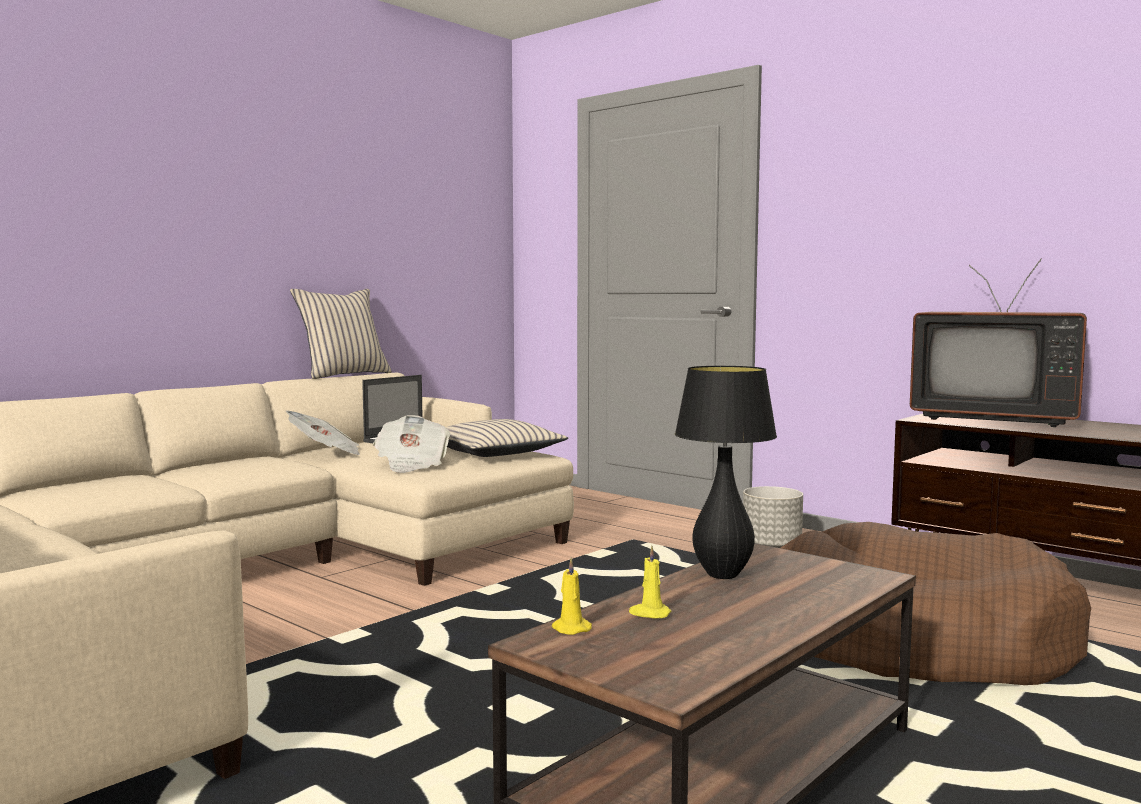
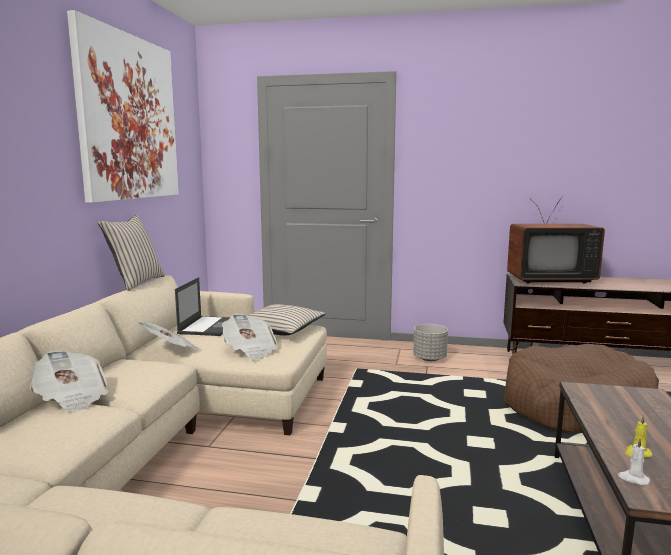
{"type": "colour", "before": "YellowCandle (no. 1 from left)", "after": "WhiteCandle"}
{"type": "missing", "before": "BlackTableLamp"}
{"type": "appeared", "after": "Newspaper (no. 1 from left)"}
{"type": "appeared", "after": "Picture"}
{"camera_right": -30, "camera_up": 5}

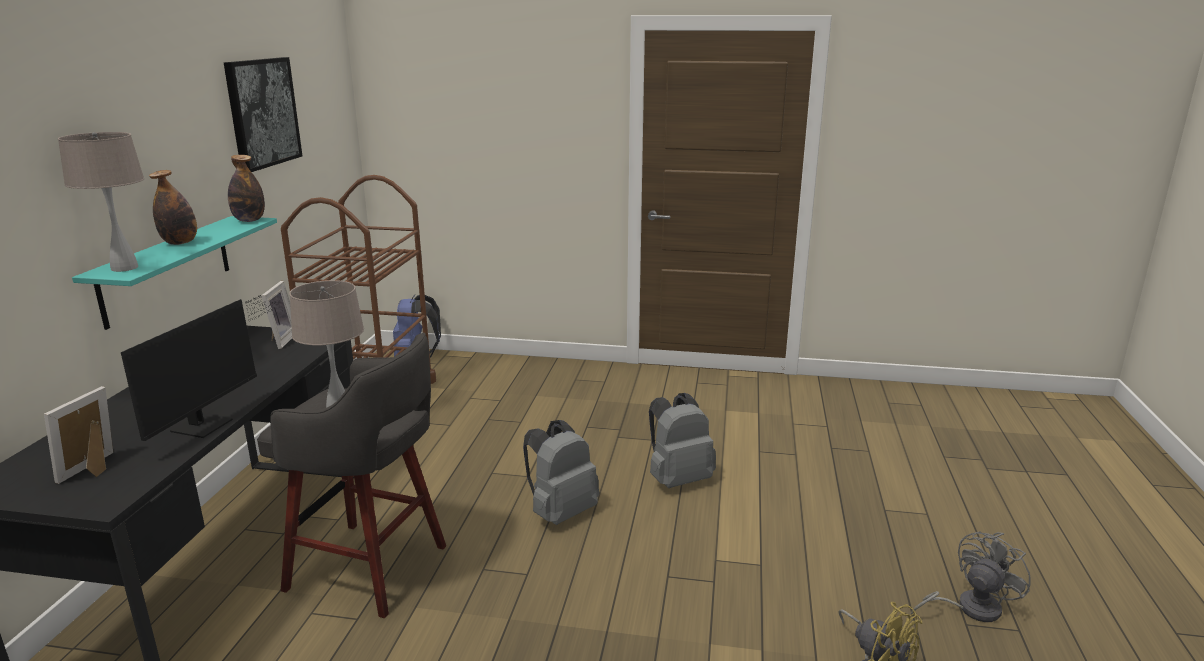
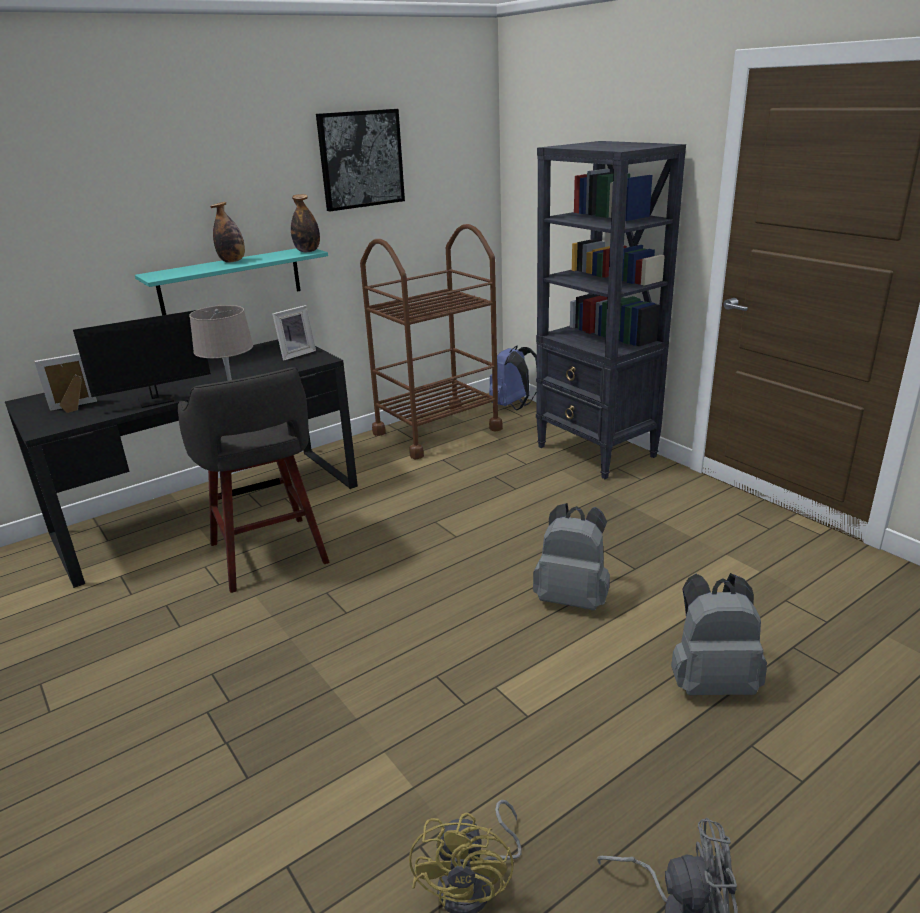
{"type": "missing", "before": "BeigeTableLamp (no. 1 from left)"}
{"type": "relocated", "before": "GreyBackpack (no. 1 from left in the first image)", "after": "GreyBackpack (no. 2 from left)"}
{"type": "appeared", "after": "BlackBookcase"}
{"camera_right": 45, "camera_up": 5}

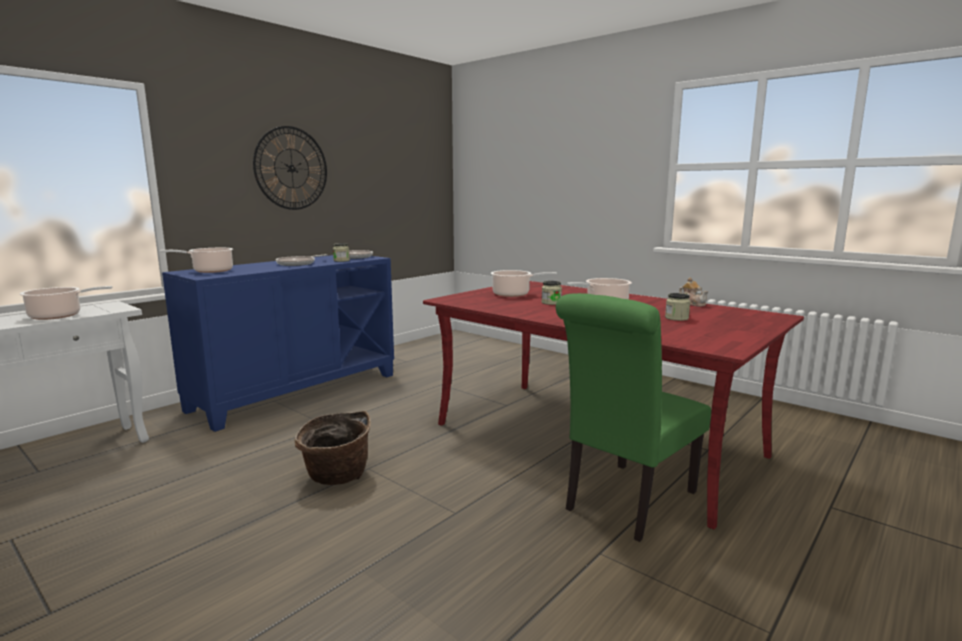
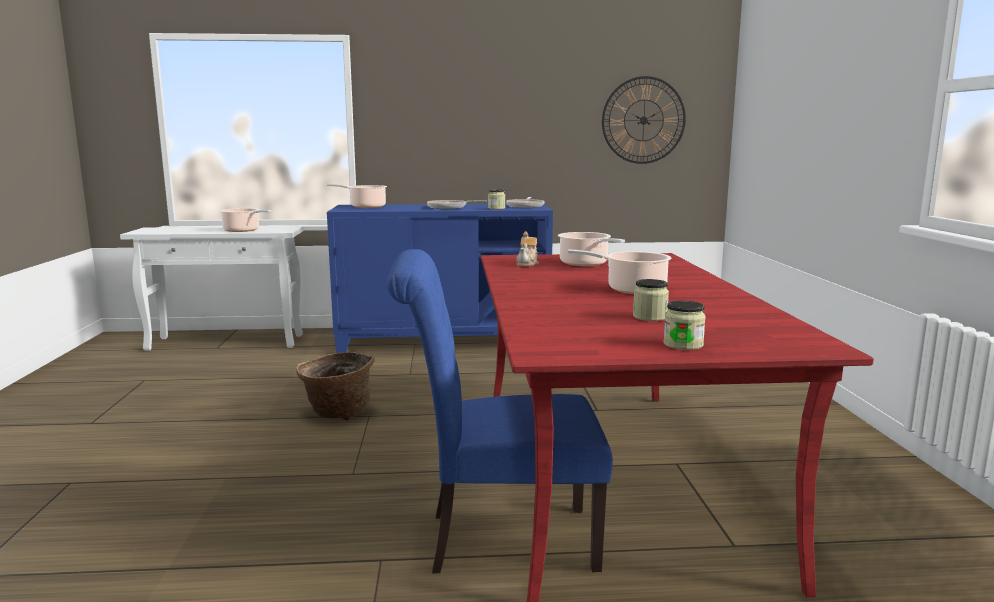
{"type": "relocated", "before": "WallClock"}
{"type": "relocated", "before": "Jar (no. 2 from left in the first image)", "after": "Jar (no. 3 from left)"}
{"type": "colour", "before": "GreenChair", "after": "BlueChair"}
{"type": "relocated", "before": "Teapot"}
{"camera_right": 45, "camera_up": 0}

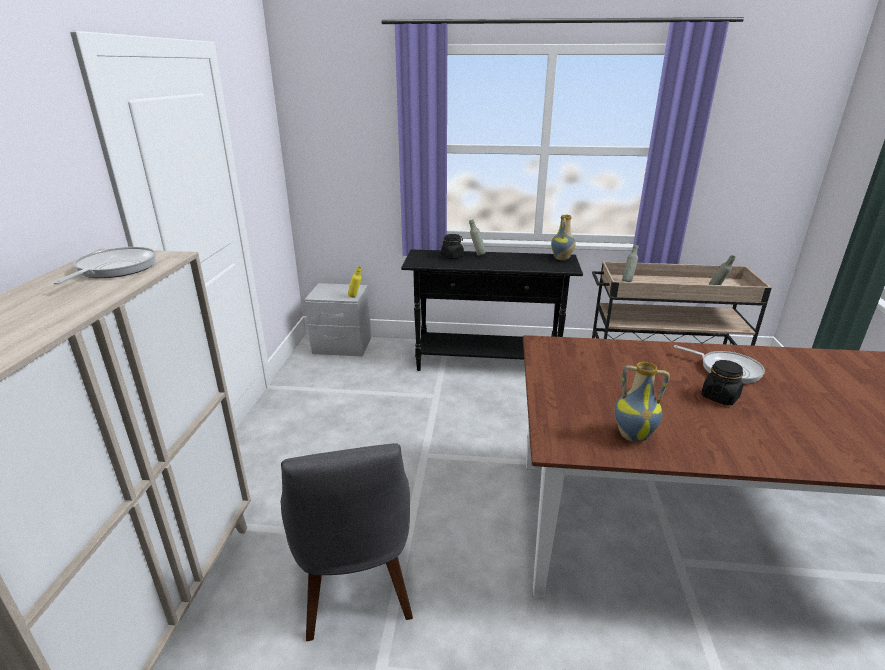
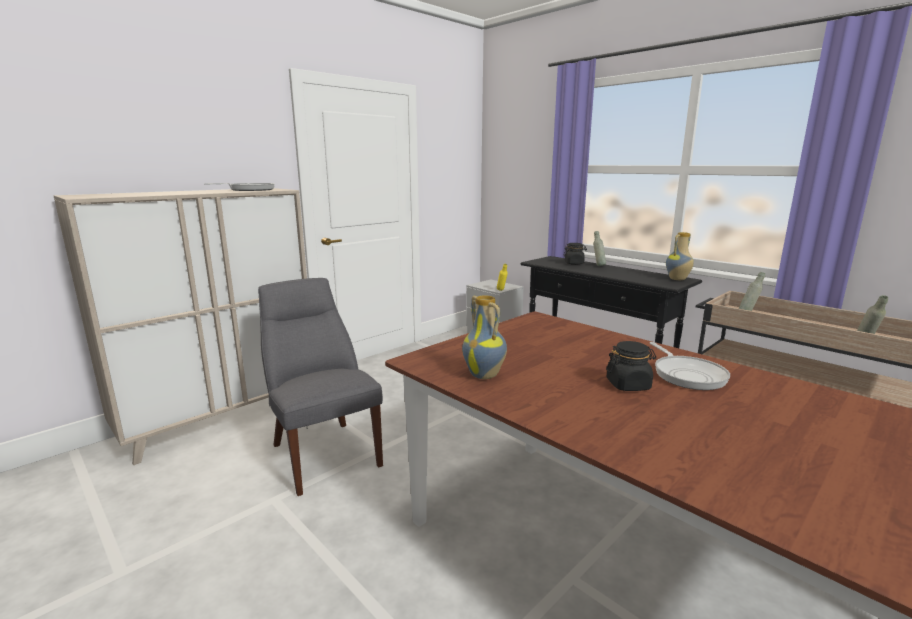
{"type": "spun", "before": "GreyChair", "turn": 120}
{"camera_right": 40, "camera_up": -10}

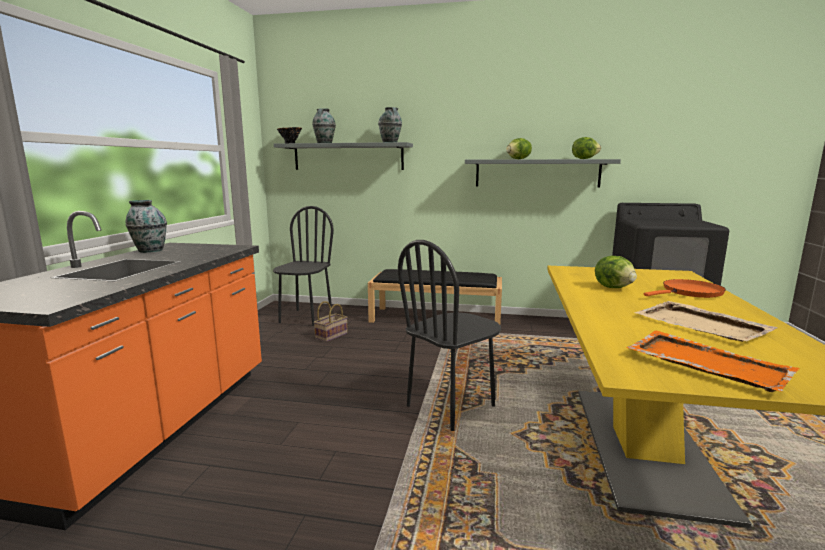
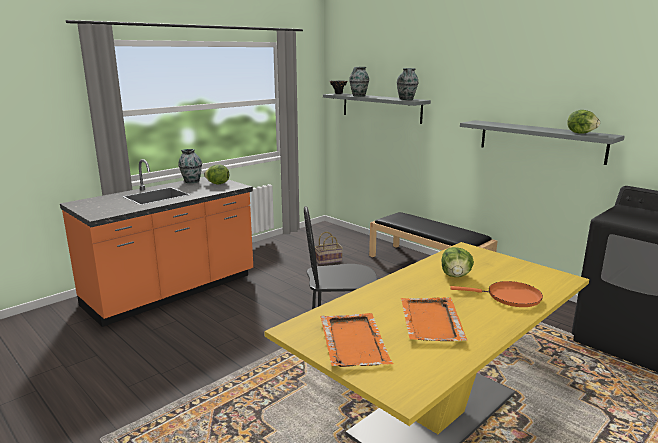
{"type": "missing", "before": "BlackChair (no. 1 from left)"}
{"type": "relocated", "before": "Lettuce (no. 1 from left)"}
{"type": "colour", "before": "BeigeTray", "after": "OrangeTray (no. 2 from left)"}
{"camera_right": 35, "camera_up": 5}

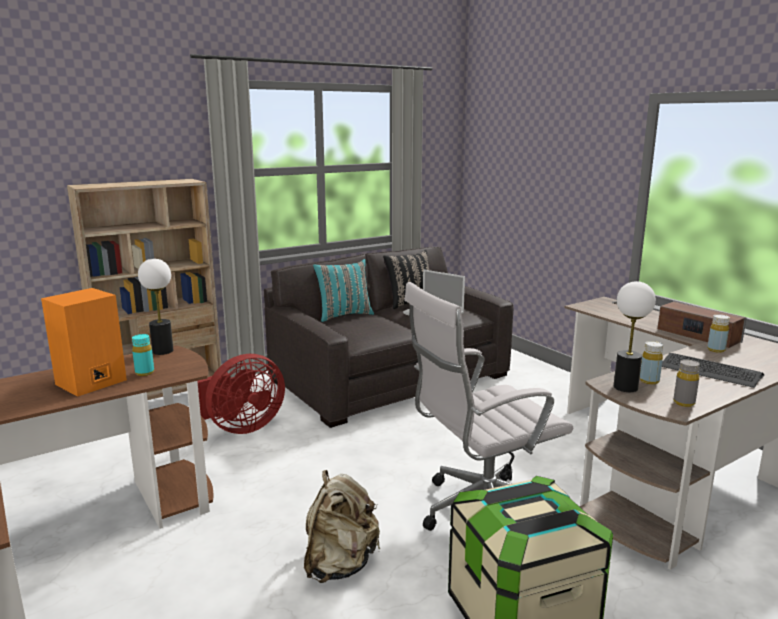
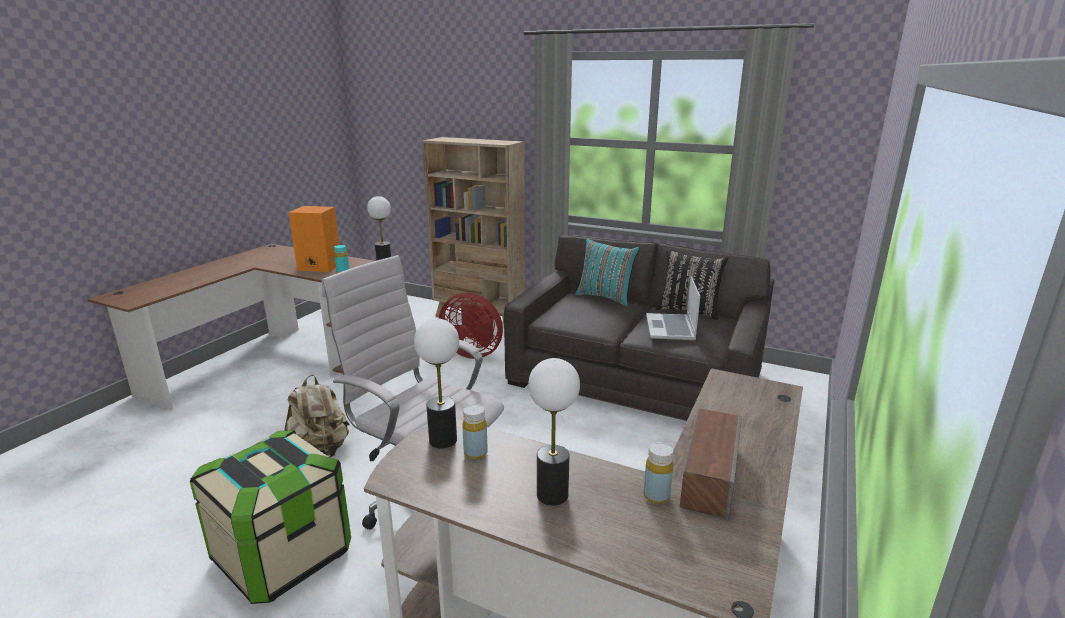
{"type": "exchanged", "before": "Keyboard", "after": "TableLamp (no. 3 from left)"}
{"type": "missing", "before": "GreyBottle"}
{"camera_right": 60, "camera_up": 5}

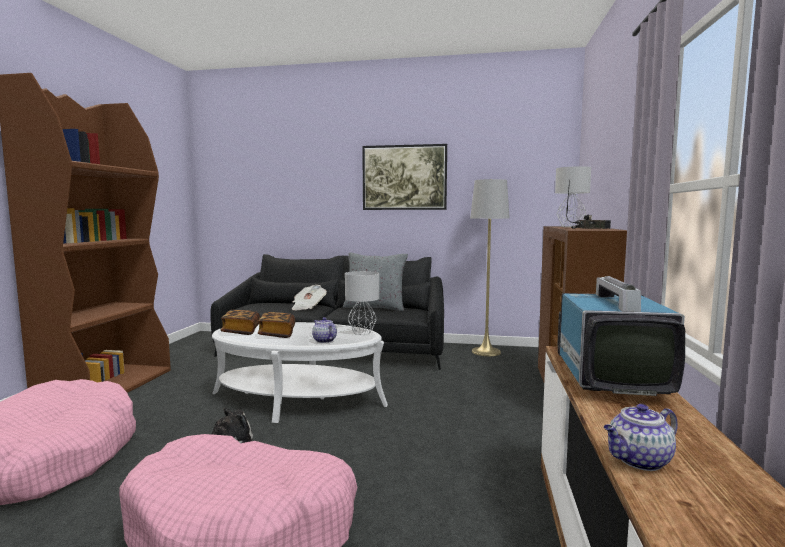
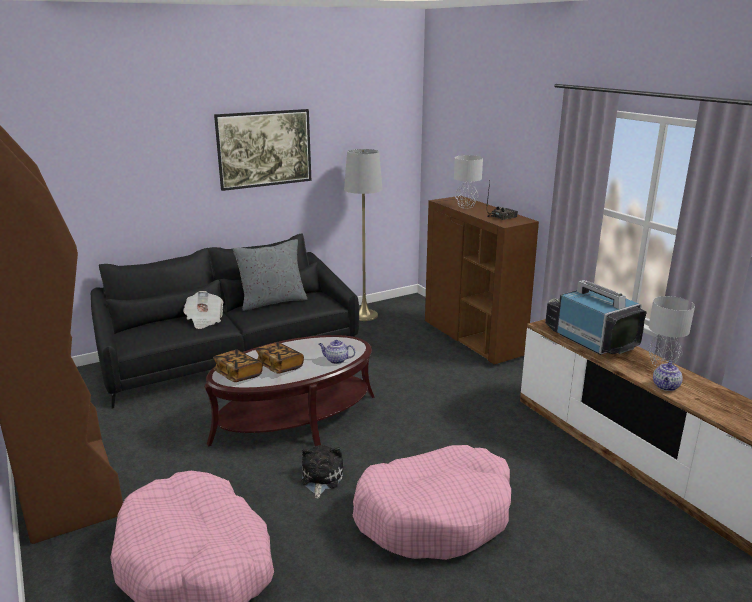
{"type": "colour", "before": "WhiteCoffeeTable", "after": "BrownCoffeeTable"}
{"type": "relocated", "before": "GreyTableLamp (no. 1 from left in the first image)", "after": "GreyTableLamp (no. 2 from left)"}
{"camera_right": -40, "camera_up": 15}

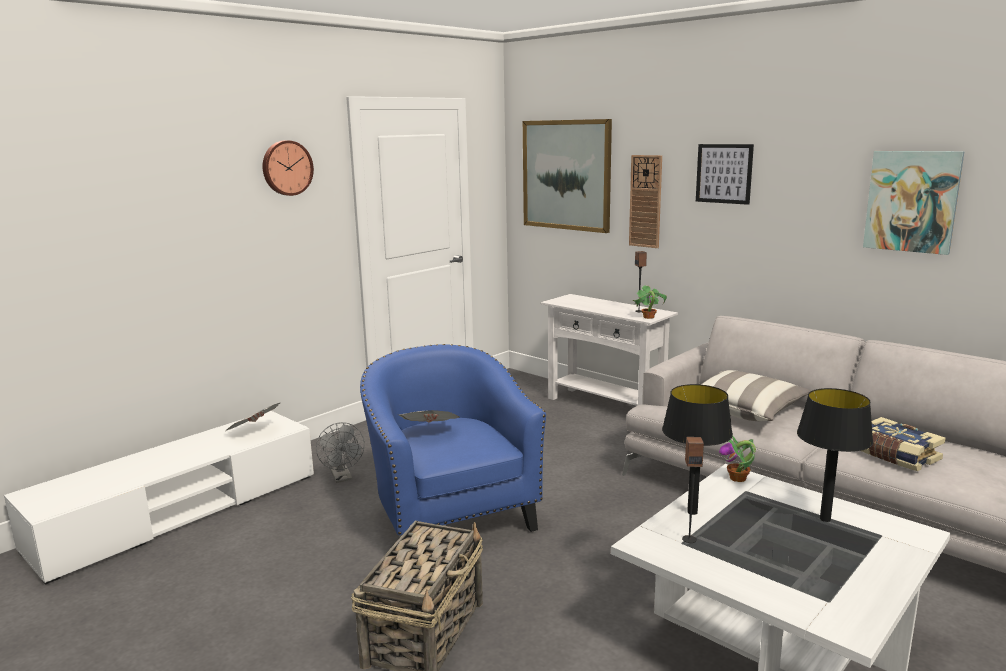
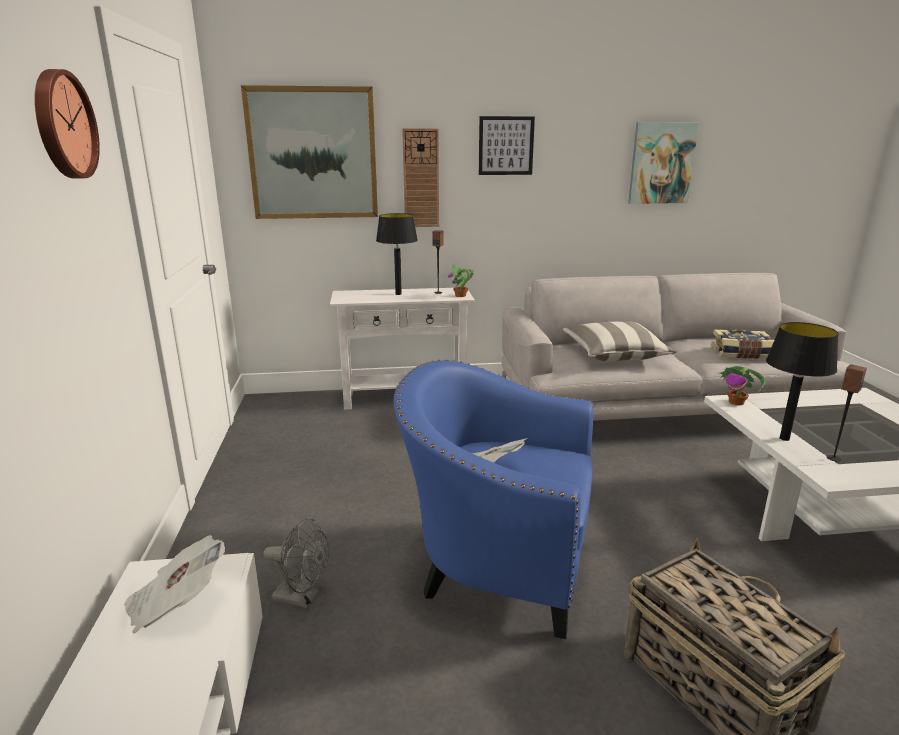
{"type": "relocated", "before": "BlackTableLamp (no. 2 from left in the first image)", "after": "BlackTableLamp (no. 1 from left)"}
{"camera_right": -50, "camera_up": 5}

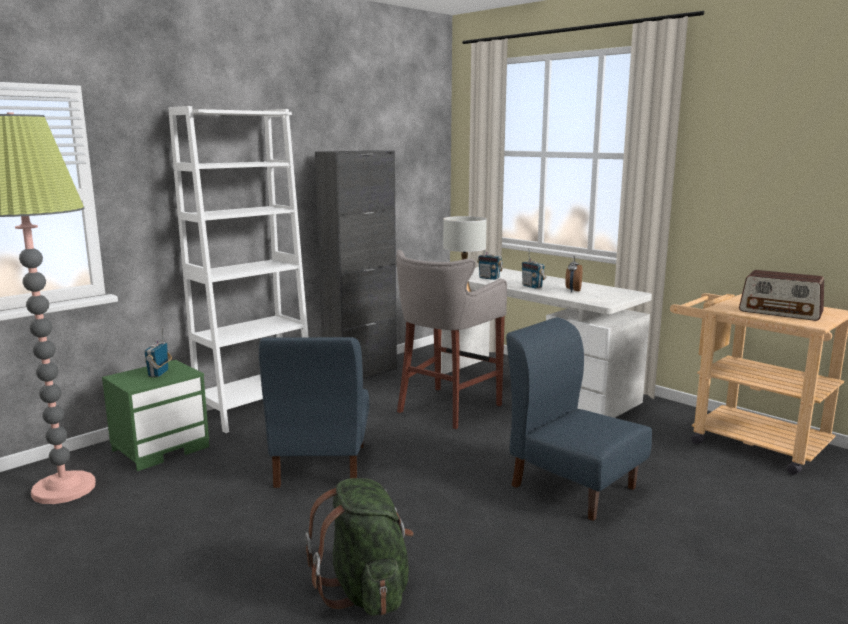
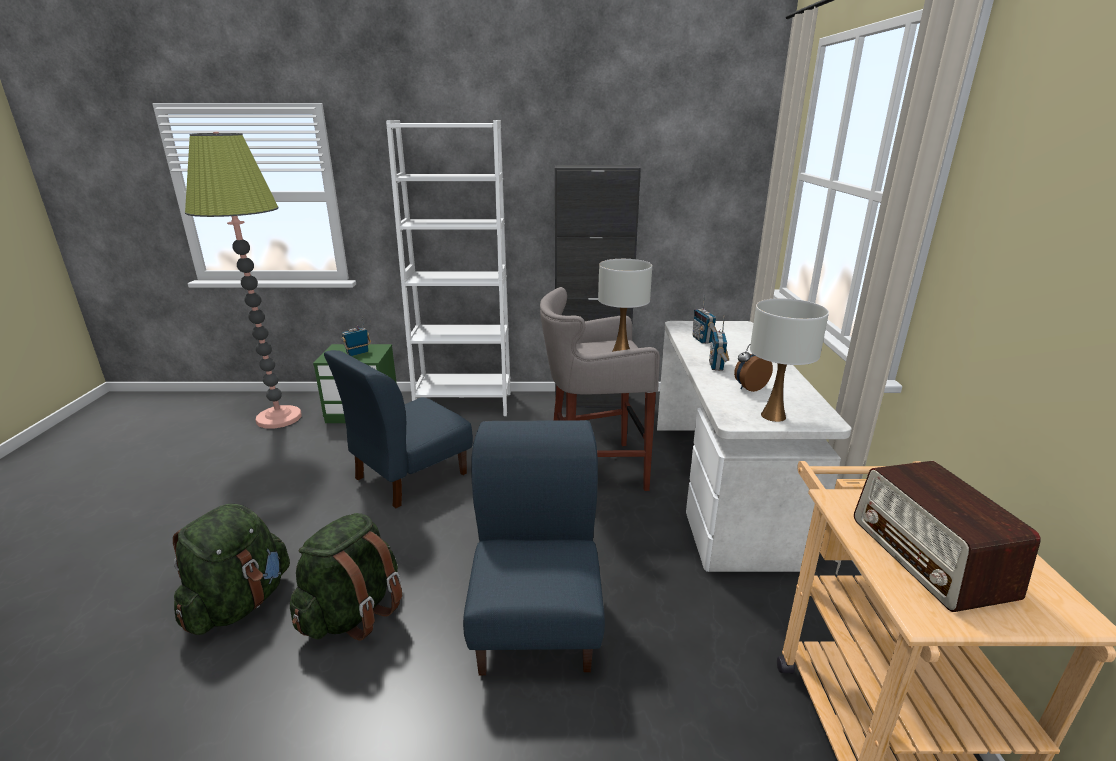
{"type": "appeared", "after": "GreenBackpack (no. 2 from left)"}
{"type": "appeared", "after": "WhiteTableLamp (no. 2 from left)"}
{"camera_right": 45, "camera_up": 10}

